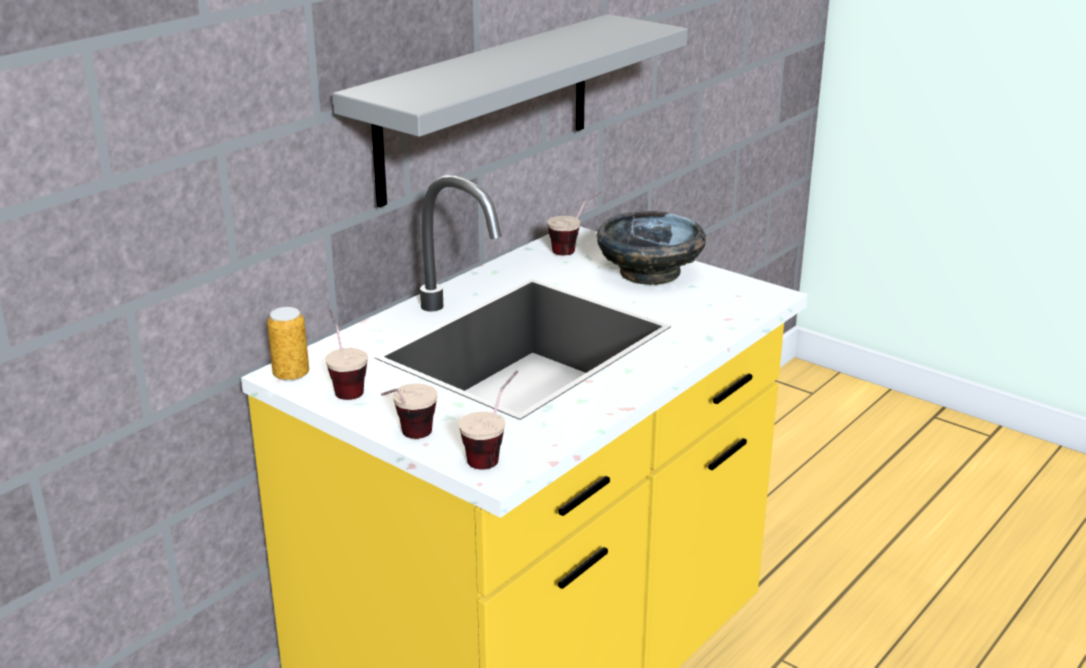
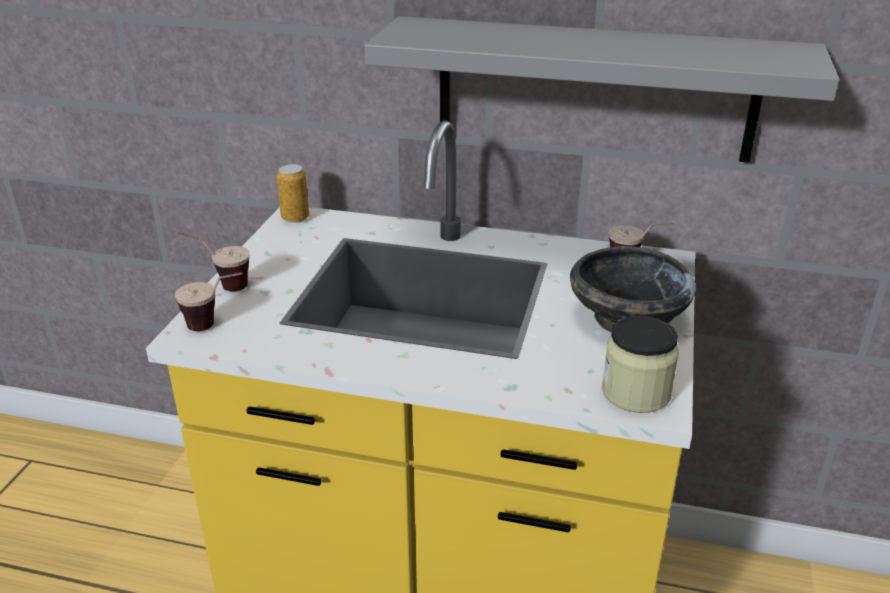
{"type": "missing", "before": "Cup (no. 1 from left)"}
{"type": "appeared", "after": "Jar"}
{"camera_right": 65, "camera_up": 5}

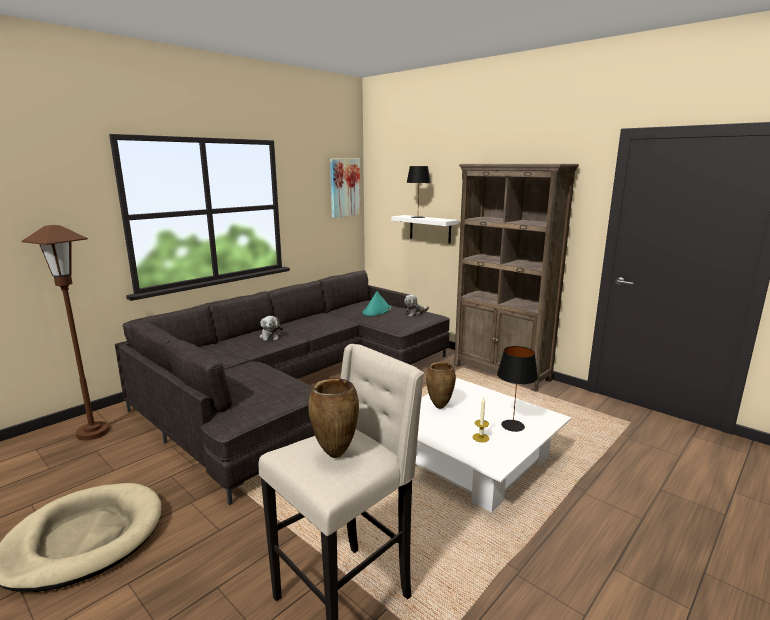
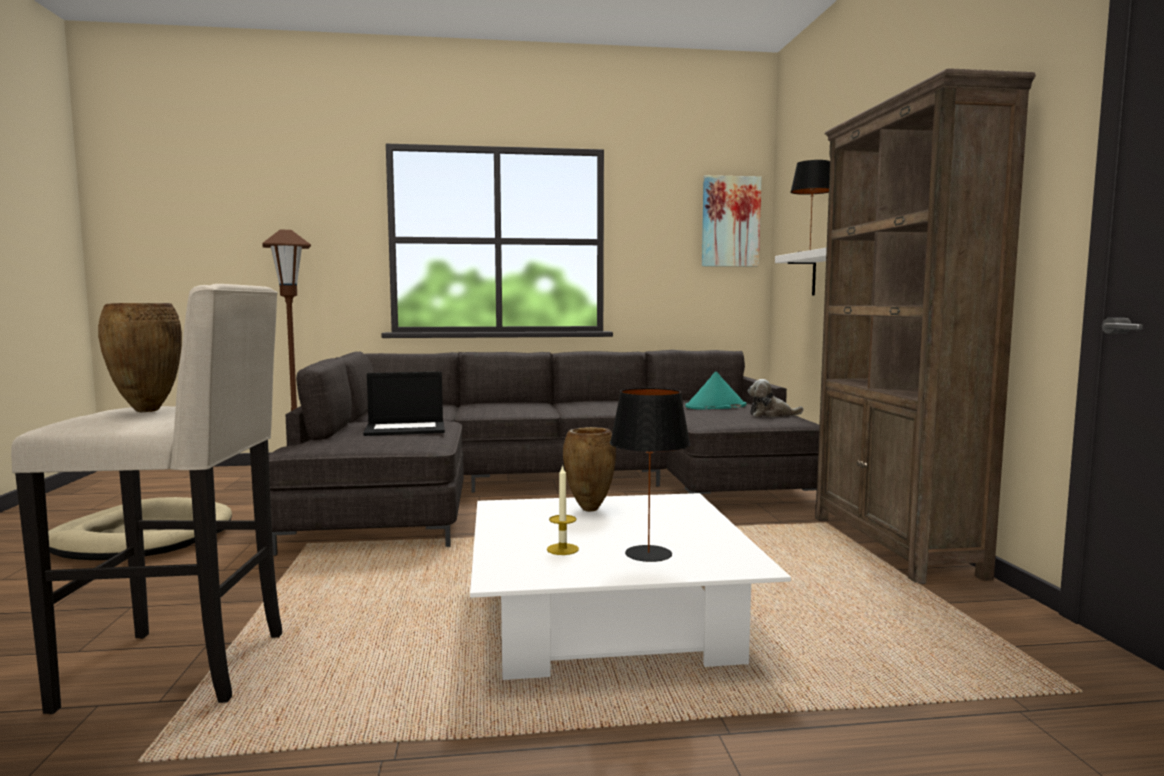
{"type": "missing", "before": "PlushToy (no. 1 from left)"}
{"type": "appeared", "after": "Laptop"}
{"camera_right": 40, "camera_up": -10}

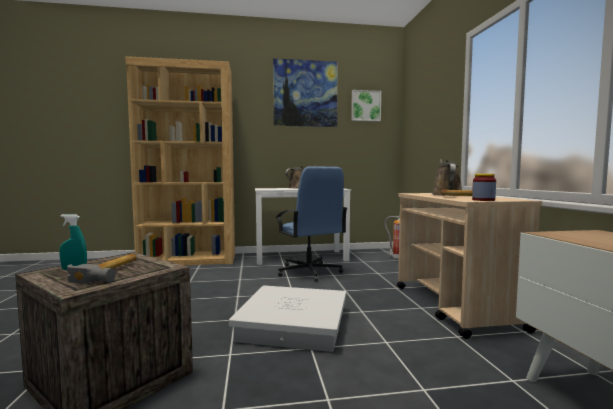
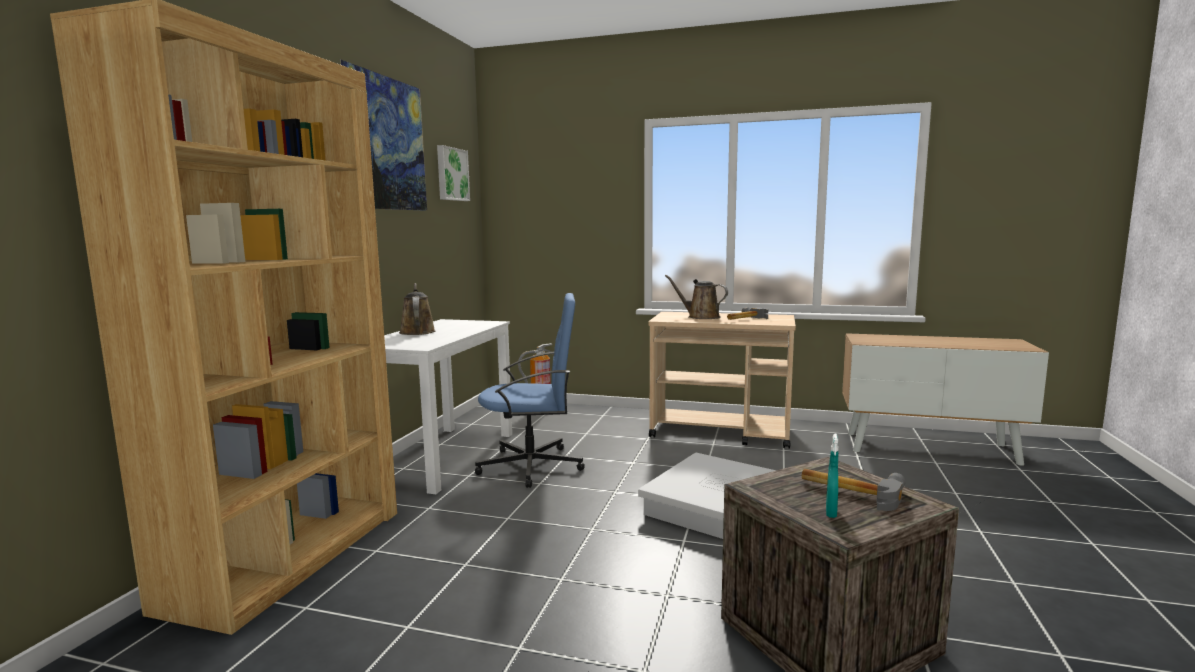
{"type": "missing", "before": "Jar"}
{"camera_right": -65, "camera_up": 5}

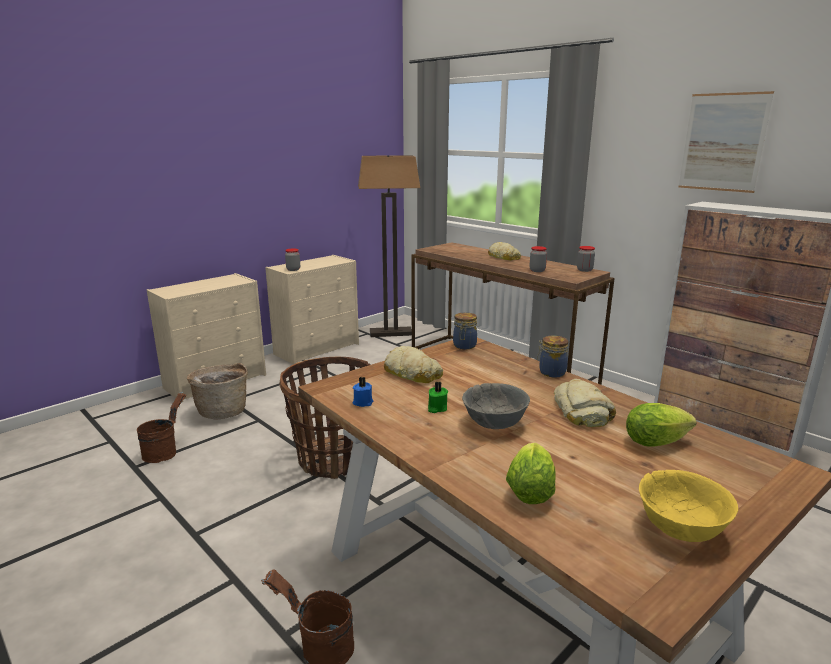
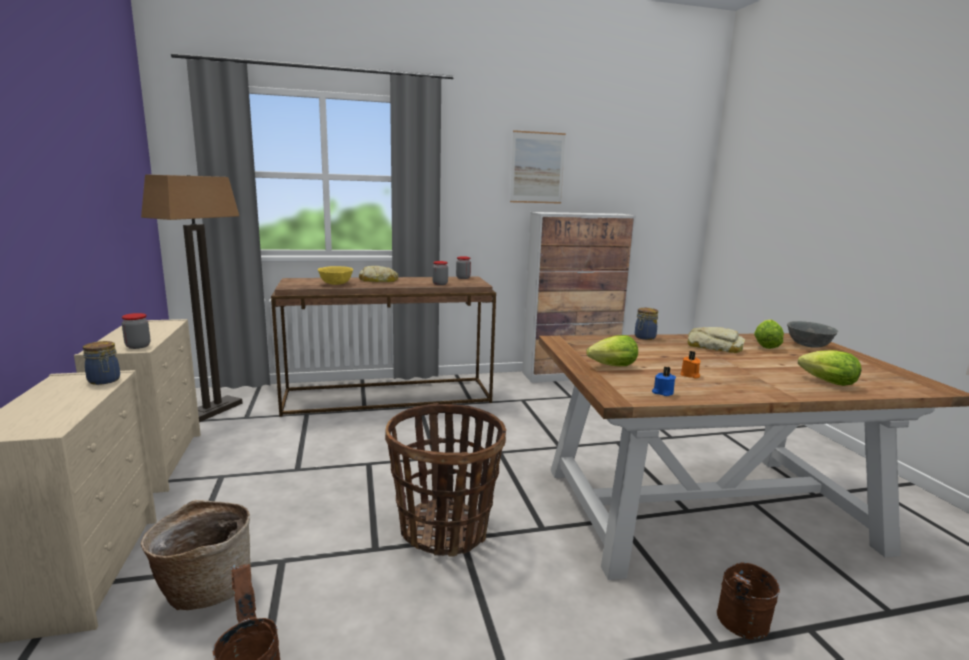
{"type": "exchanged", "before": "Bread (no. 1 from left)", "after": "Lettuce (no. 1 from left)"}
{"type": "colour", "before": "GreenCandle", "after": "OrangeCandle"}
{"type": "relocated", "before": "Jar (no. 2 from left in the first image)", "after": "Jar (no. 1 from left)"}
{"type": "relocated", "before": "GreyBowl"}
{"type": "relocated", "before": "YellowBowl"}
{"camera_right": -60, "camera_up": -5}

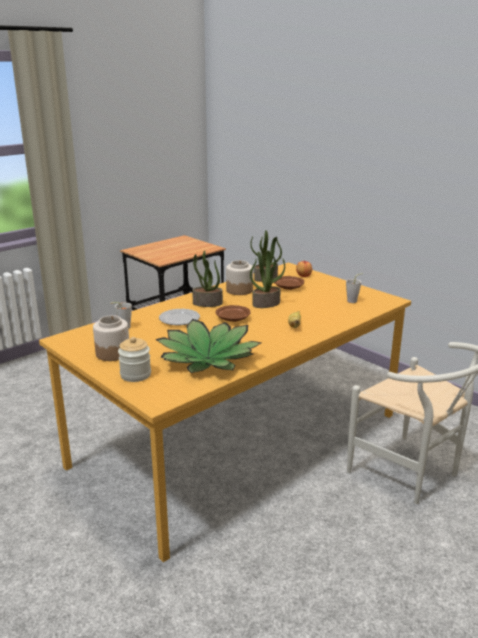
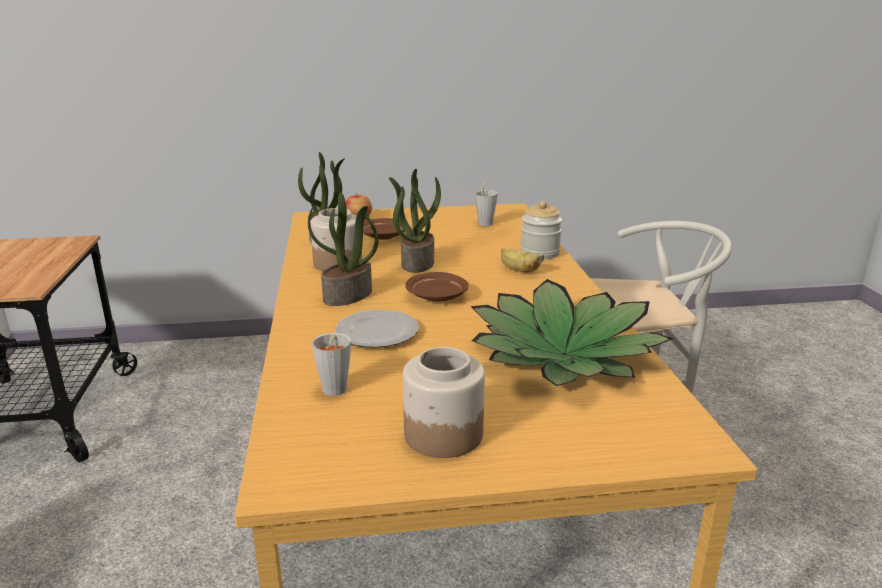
{"type": "relocated", "before": "Jar (no. 2 from left in the first image)", "after": "Jar (no. 3 from left)"}
{"camera_right": -55, "camera_up": 0}

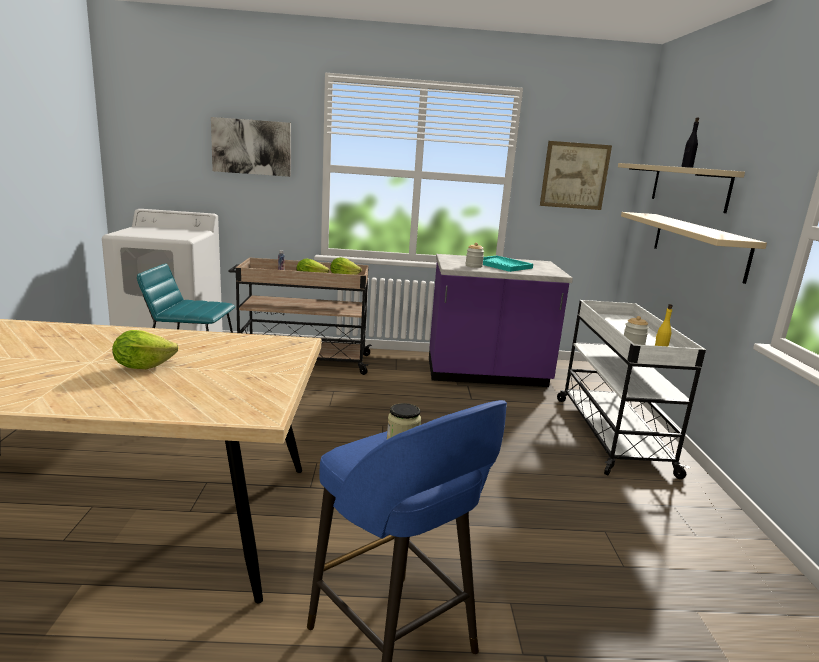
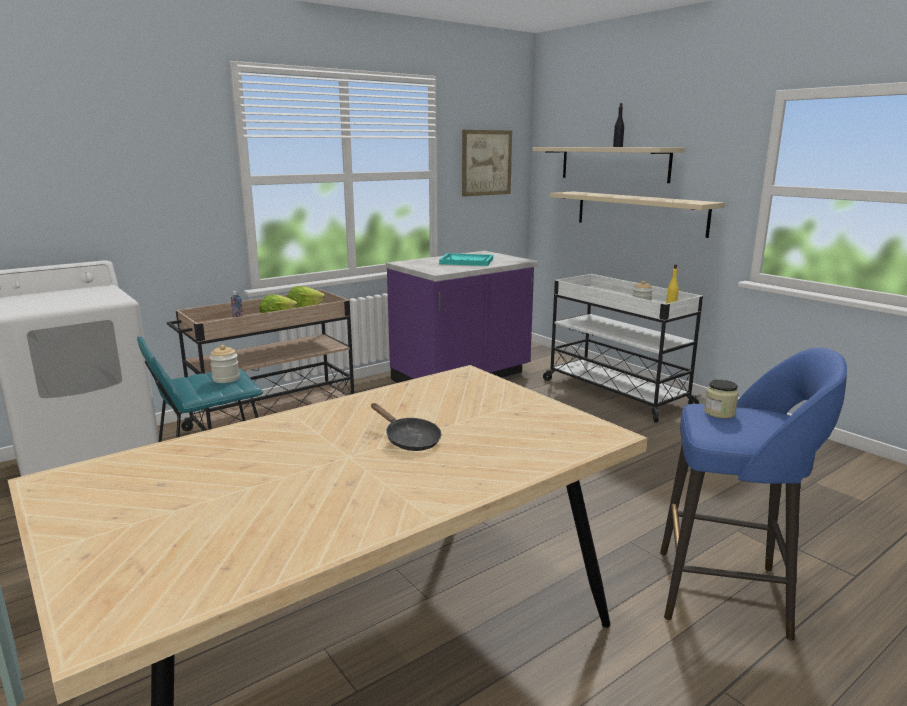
{"type": "exchanged", "before": "Lettuce (no. 1 from left)", "after": "BlackFryingPan"}
{"type": "missing", "before": "Picture (no. 1 from left)"}
{"type": "relocated", "before": "Jar (no. 2 from left in the first image)", "after": "Jar (no. 1 from left)"}
{"camera_right": -35, "camera_up": 0}

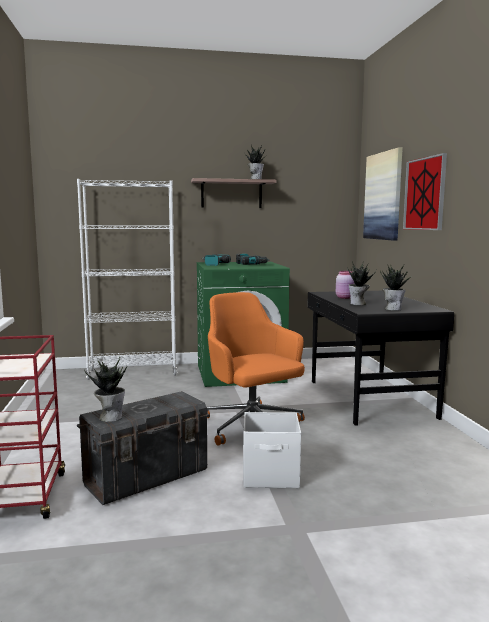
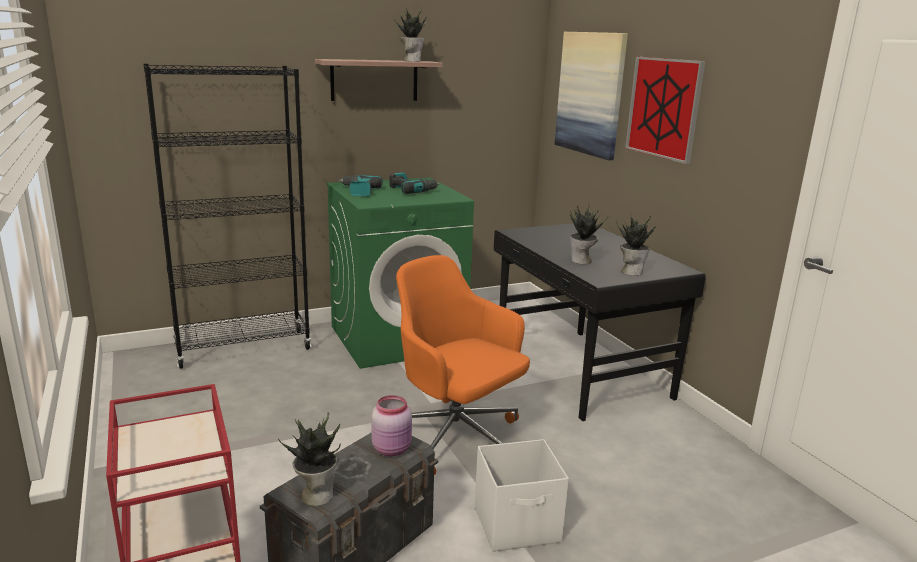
{"type": "colour", "before": "WhiteBookcase", "after": "BlackBookcase"}
{"type": "relocated", "before": "PinkJar"}
{"camera_right": -15, "camera_up": 10}

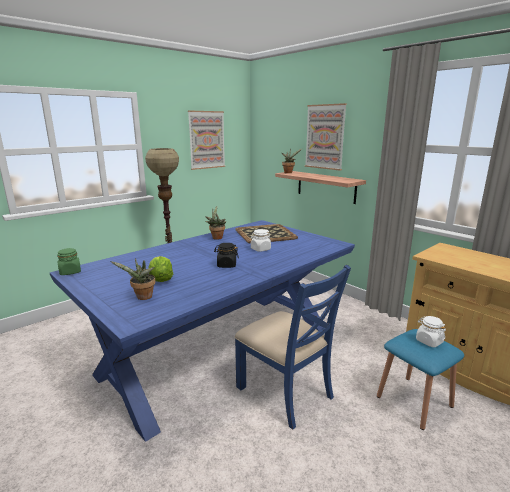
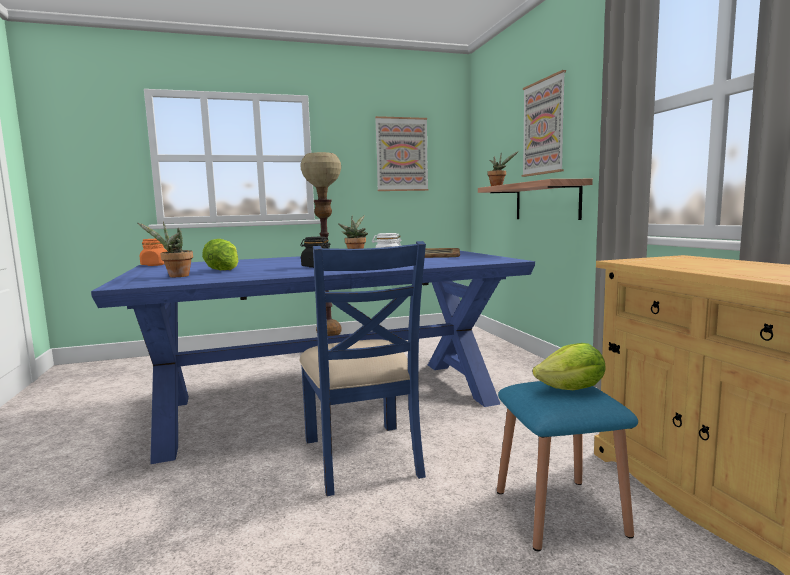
{"type": "colour", "before": "GreenJar", "after": "OrangeJar"}
{"type": "exchanged", "before": "WhiteJar (no. 2 from left)", "after": "Lettuce (no. 2 from left)"}
{"camera_right": 25, "camera_up": -10}

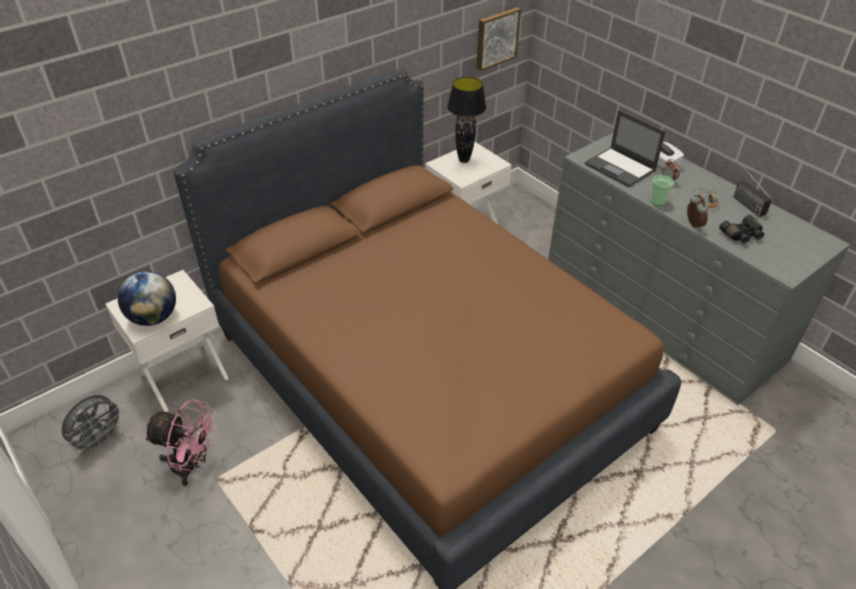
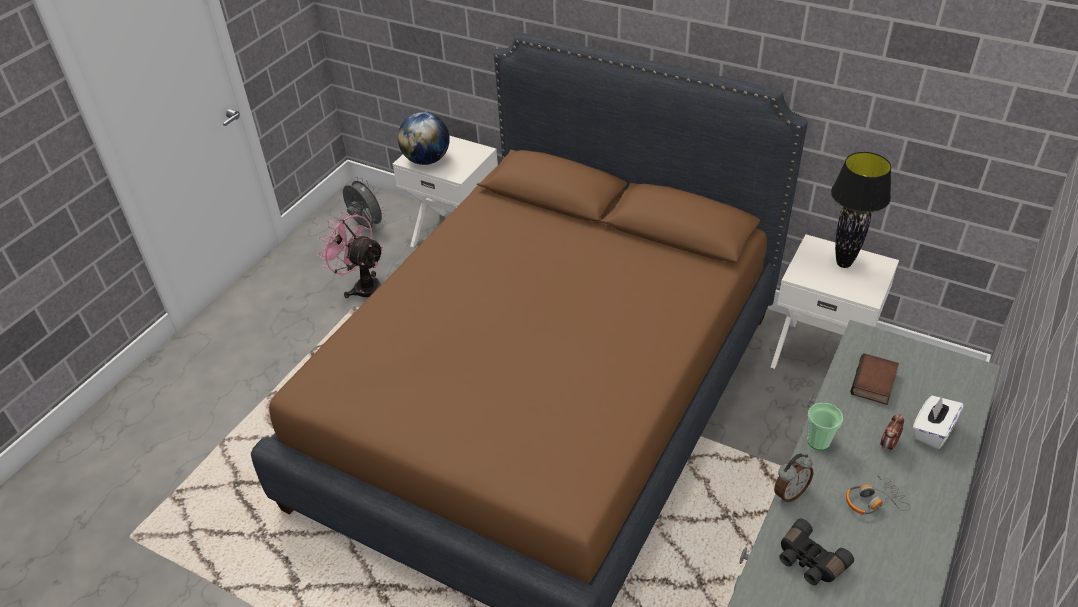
{"type": "spun", "before": "GreyFan", "turn": -150}
{"type": "spun", "before": "PinkFan", "turn": 135}
{"type": "missing", "before": "Picture"}
{"type": "exchanged", "before": "Laptop", "after": "Book"}
{"type": "missing", "before": "Radio"}
{"camera_right": 70, "camera_up": 0}

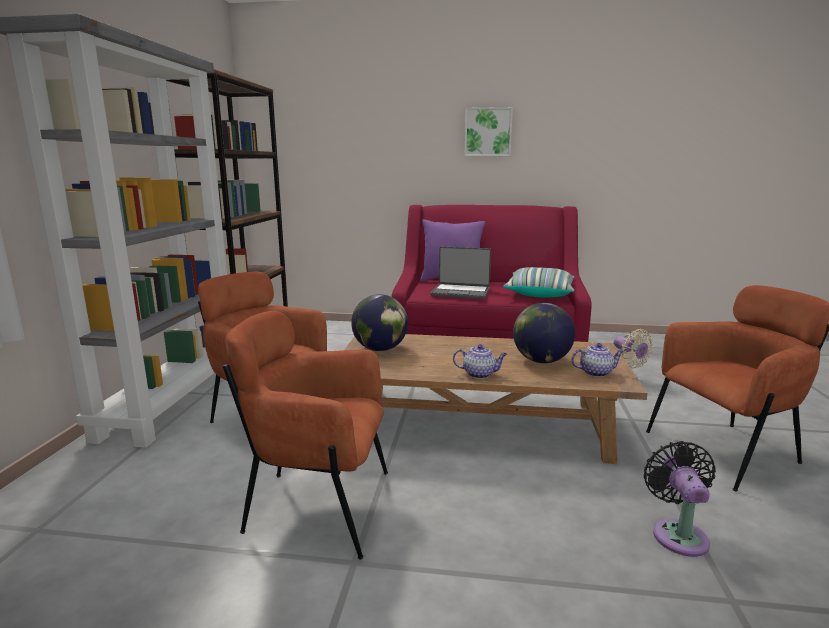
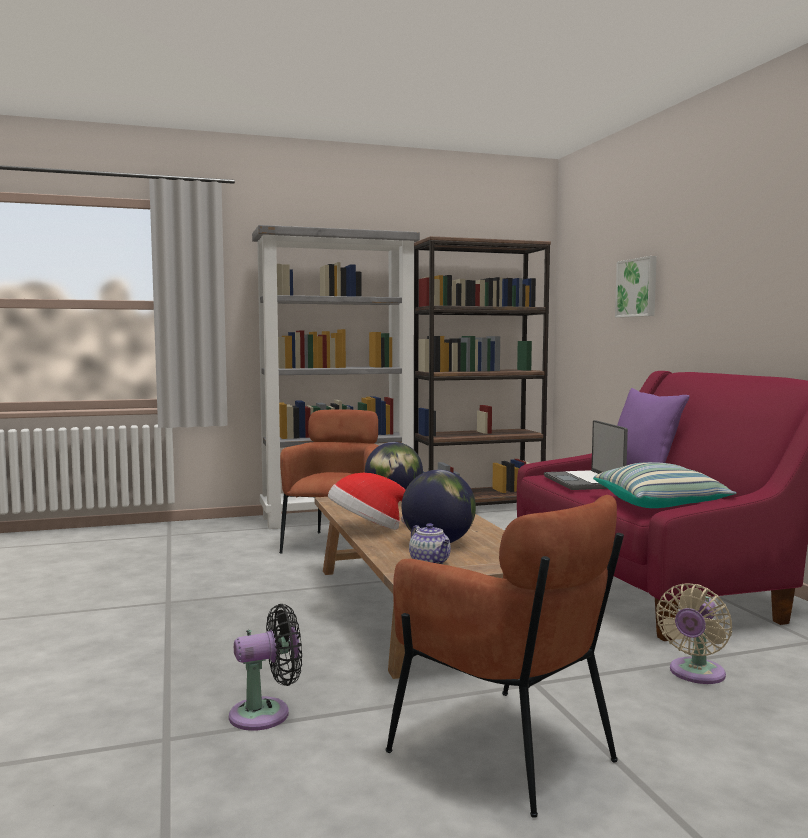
{"type": "missing", "before": "BrownArmchair (no. 2 from left)"}
{"type": "exchanged", "before": "Teapot (no. 1 from left)", "after": "Hat"}
{"type": "relocated", "before": "Picture"}
{"camera_right": 65, "camera_up": -10}

